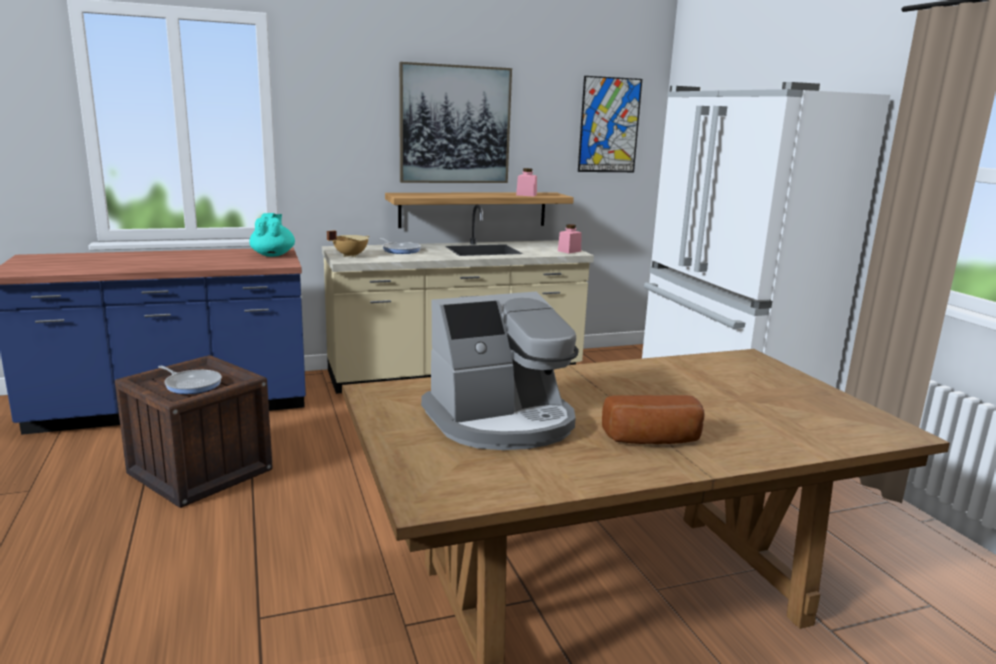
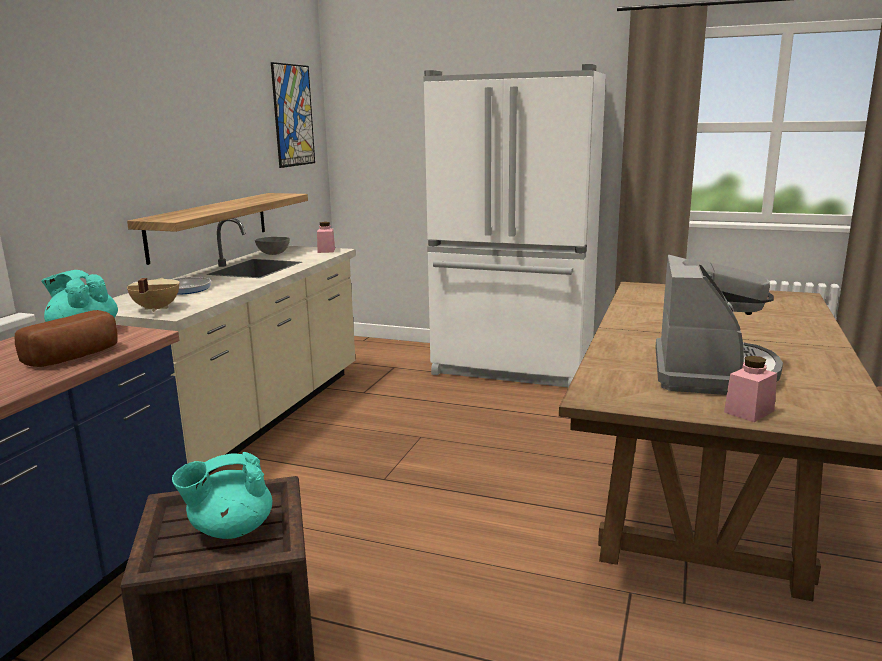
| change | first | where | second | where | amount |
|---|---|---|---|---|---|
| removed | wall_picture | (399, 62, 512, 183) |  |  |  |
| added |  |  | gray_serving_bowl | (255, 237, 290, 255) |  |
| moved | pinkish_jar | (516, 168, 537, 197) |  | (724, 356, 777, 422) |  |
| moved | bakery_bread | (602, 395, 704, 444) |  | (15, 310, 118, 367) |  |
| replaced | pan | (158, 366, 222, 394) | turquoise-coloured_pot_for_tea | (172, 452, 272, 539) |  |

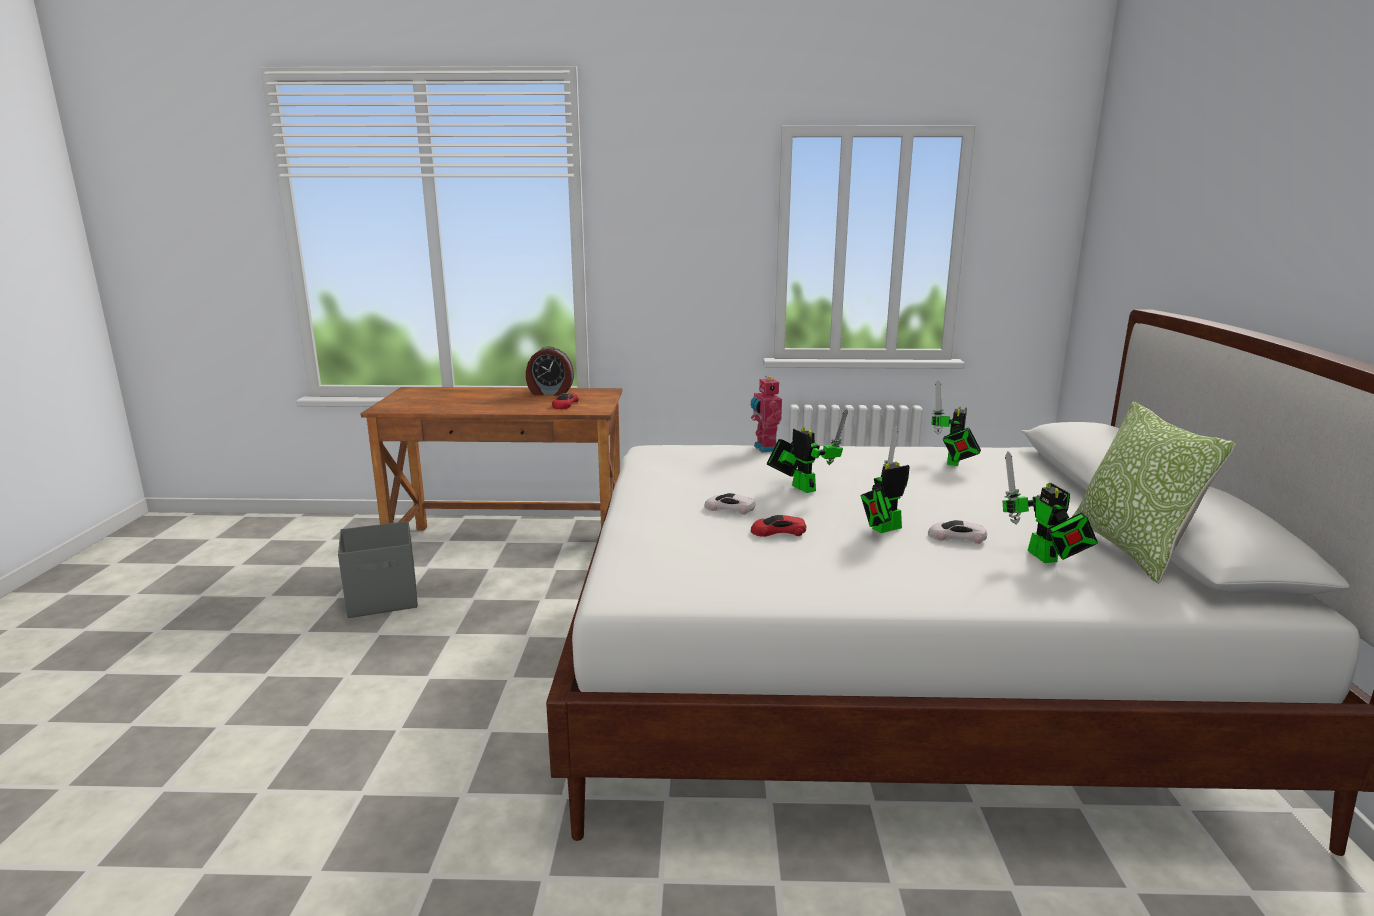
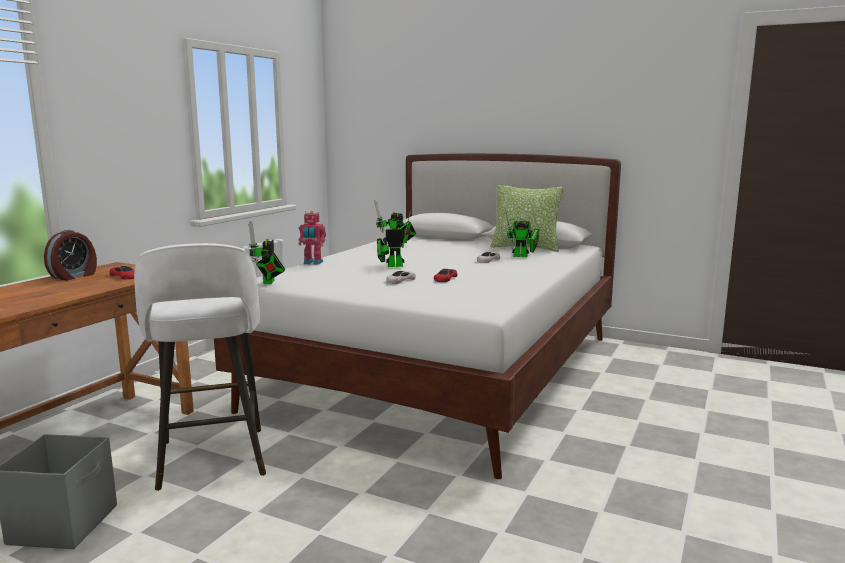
| change | first | where | second | where | amount |
|---|---|---|---|---|---|
| added |  |  | white_stool | (134, 243, 266, 491) |  |
| moved | robot_figure | (861, 425, 910, 533) |  | (248, 221, 285, 284) |  |

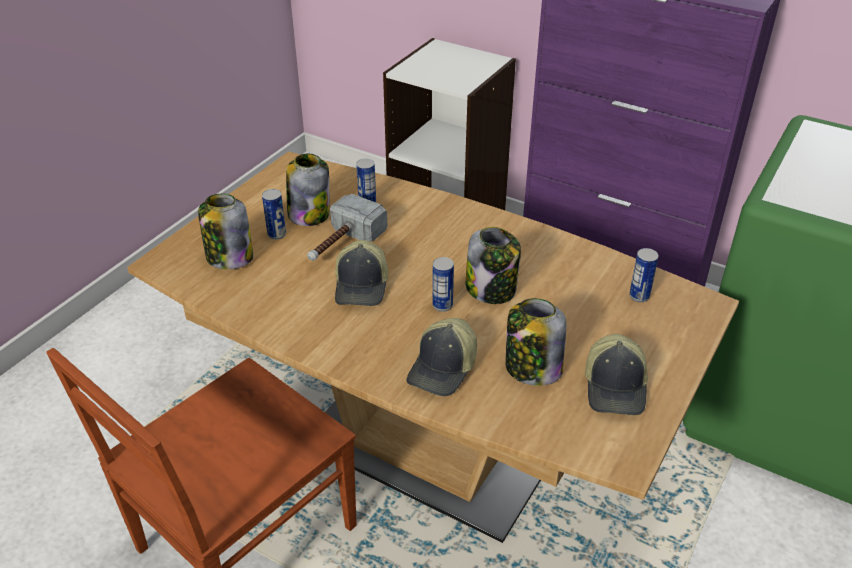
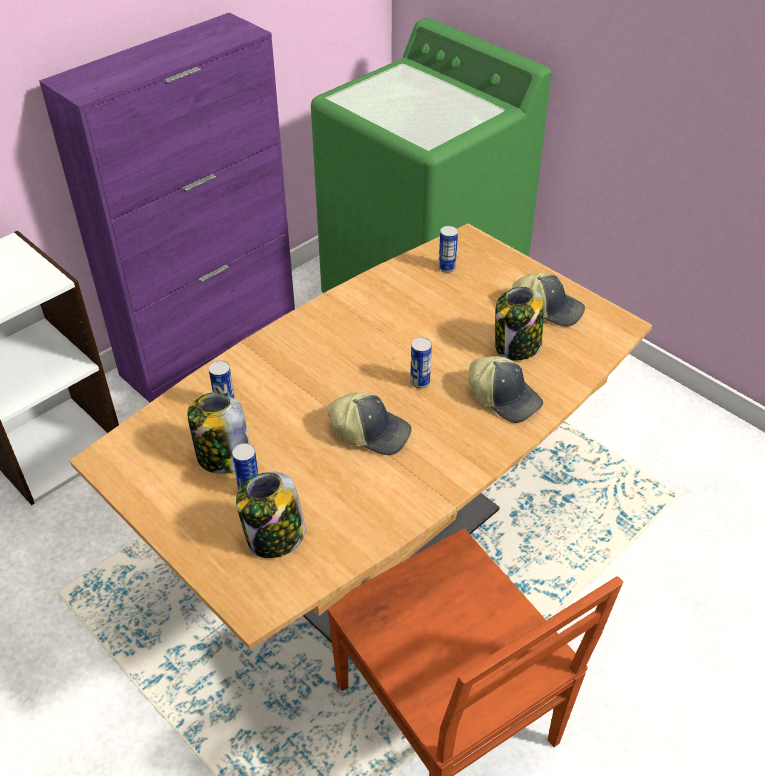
| change | first | where | second | where | amount |
|---|---|---|---|---|---|
| removed | hand_hammer | (307, 194, 388, 261) |  |  |  |
| removed | jar | (466, 227, 521, 304) |  |  |  |

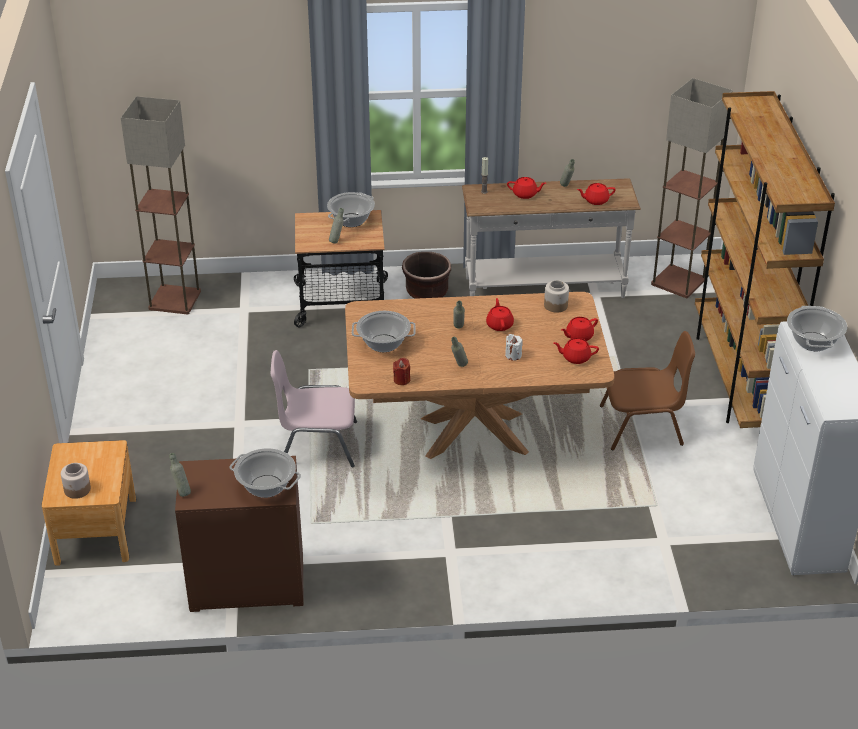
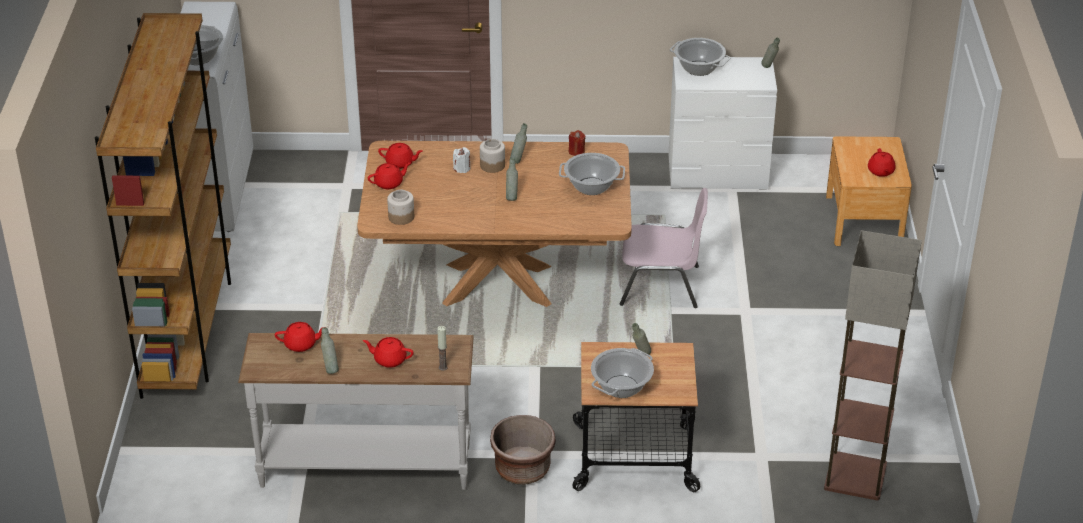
| change | first | where | second | where | amount |
|---|---|---|---|---|---|
| removed | brown-coloured_plain_chair | (600, 331, 695, 450) |  |  |  |
| removed | standing_lamp | (651, 78, 733, 298) |  |  |  |
| moved | jar | (61, 463, 91, 499) |  | (480, 139, 505, 173) |  |
| moved | red_pot_for_tea | (486, 298, 514, 331) |  | (868, 148, 895, 177) |  |
| recoloured | brown-coloured_drawer_chest | (175, 456, 304, 612) | white_drawer_chest | (669, 57, 777, 190) |  |

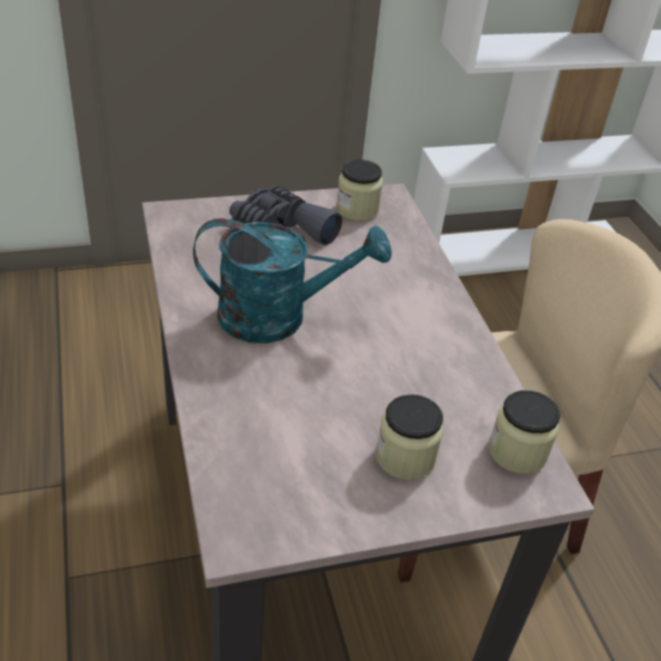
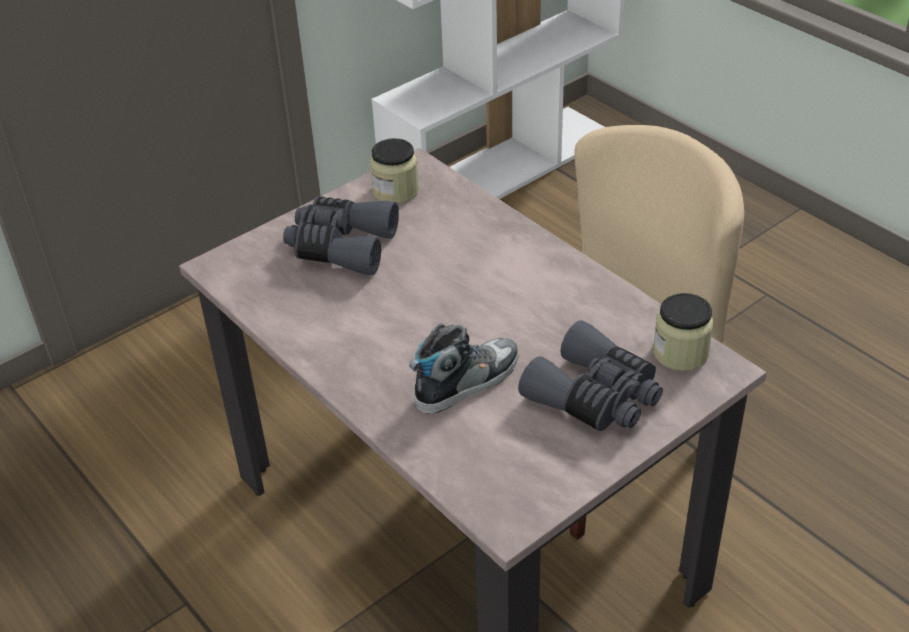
| change | first | where | second | where | amount |
|---|---|---|---|---|---|
| removed | turquoise-coloured_sprinkling_can | (193, 218, 392, 343) |  |  |  |
| added |  |  | shoe | (409, 323, 519, 414) |  |
| replaced | jar | (376, 394, 443, 480) | gray_pair_of_binoculars | (518, 320, 663, 431) |  |

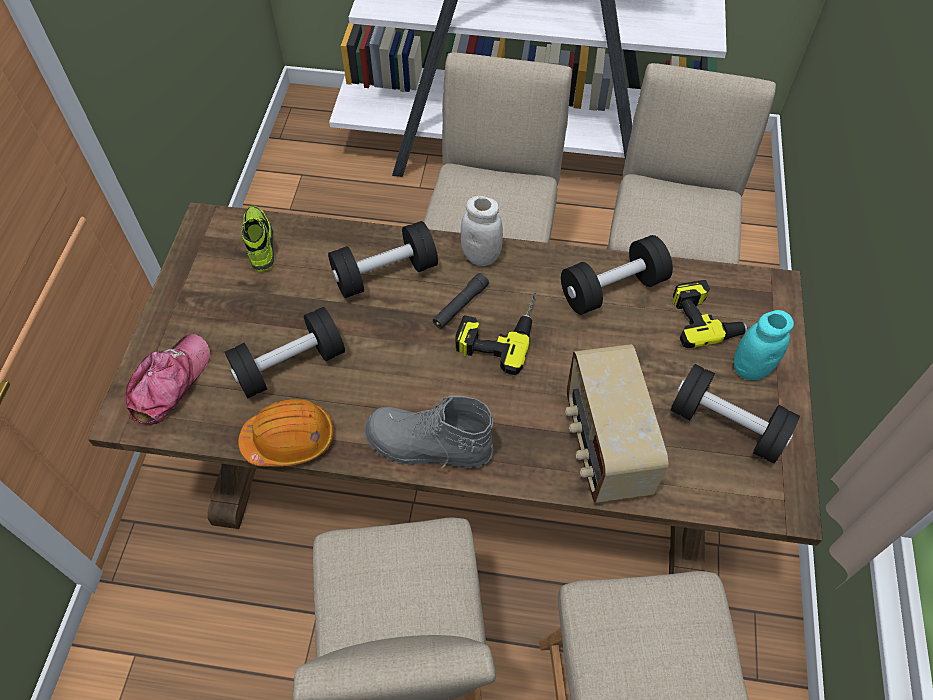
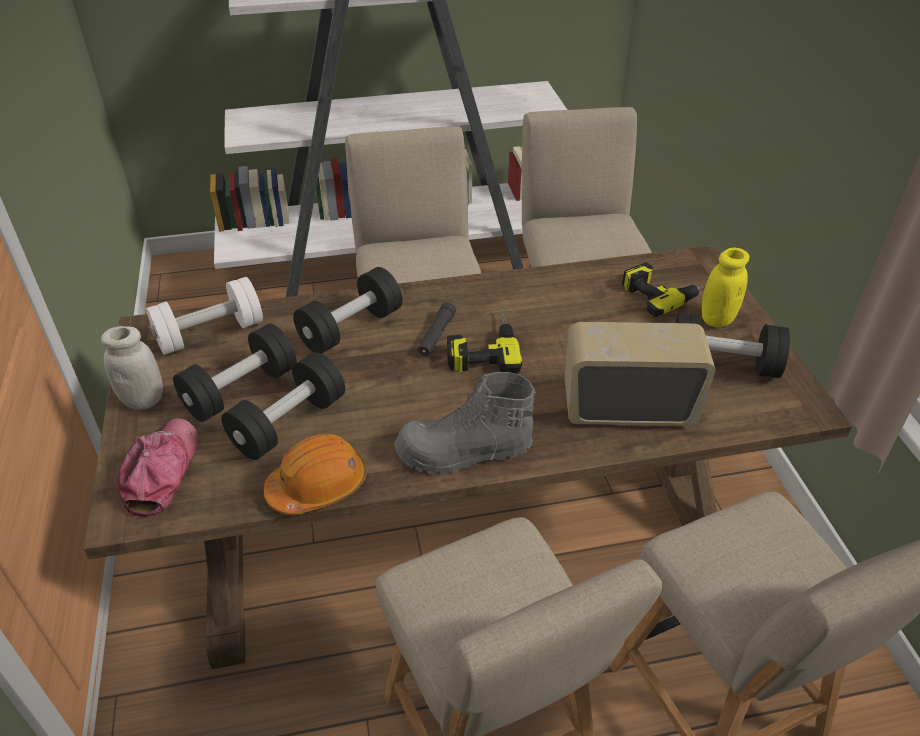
| change | first | where | second | where | amount |
|---|---|---|---|---|---|
| moved | white_jar | (461, 196, 503, 266) |  | (101, 326, 163, 409) |  |
| moved | black-coloured_free_weight | (561, 235, 673, 315) |  | (173, 323, 297, 422) |  |
| replaced | shoe | (242, 206, 274, 272) | white_free_weight | (146, 277, 263, 355) |  |
| recoloured | turquoise-coloured_jar | (734, 310, 794, 380) | yellow-coloured_jar | (702, 247, 750, 327) |  |
| turned | radio_receiver | (565, 344, 668, 503) |  | (565, 322, 716, 426) | 120 degrees clockwise |

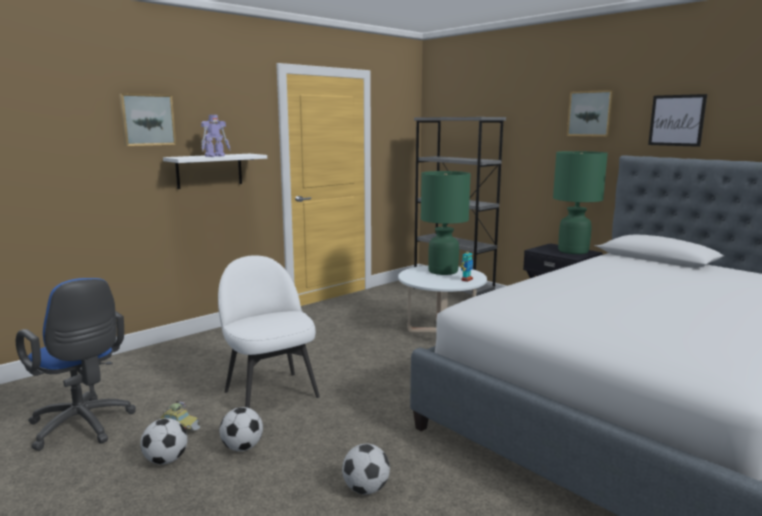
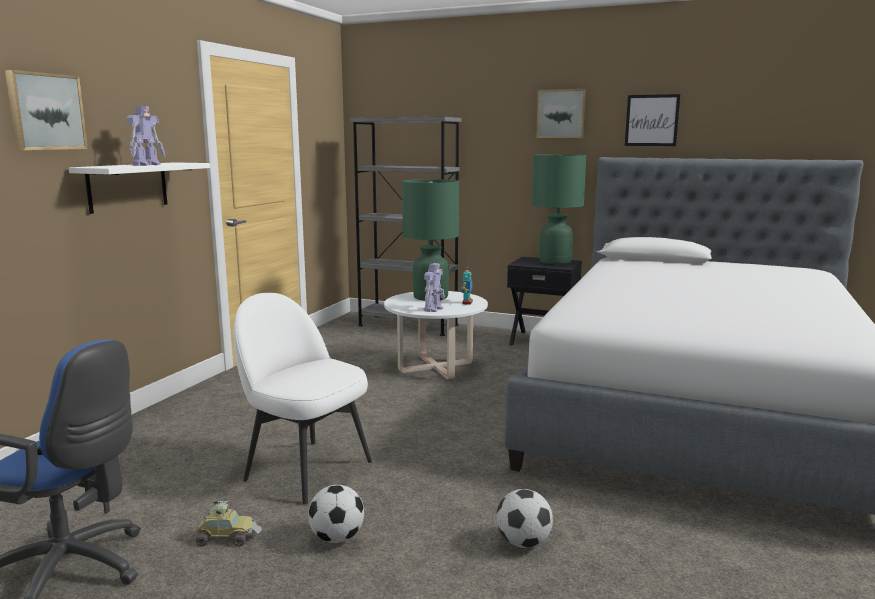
| change | first | where | second | where | amount |
|---|---|---|---|---|---|
| removed | football_ball | (140, 418, 188, 465) |  |  |  |
| added |  |  | robot_figure | (423, 263, 445, 312) |  |

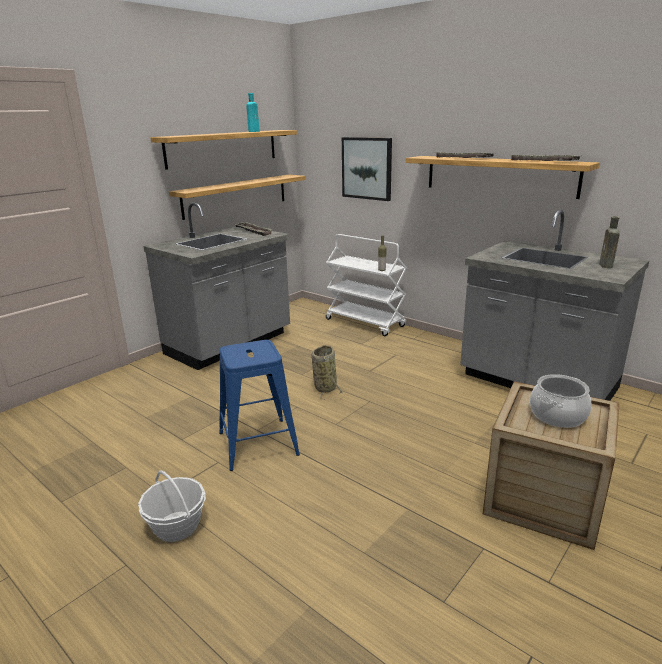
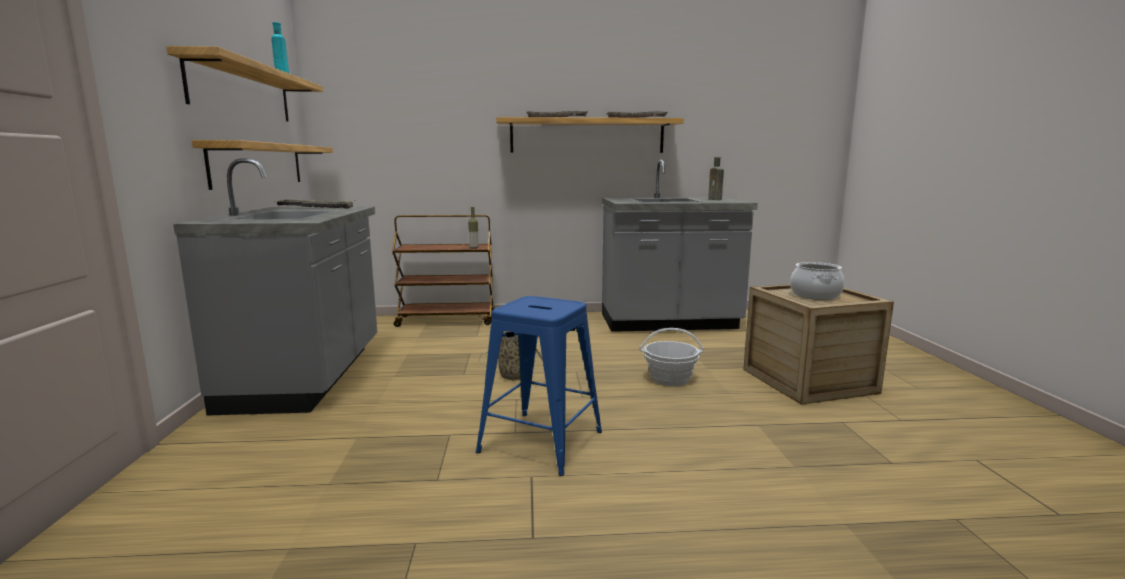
| change | first | where | second | where | amount |
|---|---|---|---|---|---|
| removed | wall_picture | (342, 137, 392, 201) |  |  |  |
| moved | storage_basket | (138, 471, 206, 542) |  | (639, 328, 704, 386) |  |
| recoloured | white_wheeled_cart | (326, 234, 407, 336) | brown-coloured_wheeled_cart | (392, 215, 494, 327) |  |

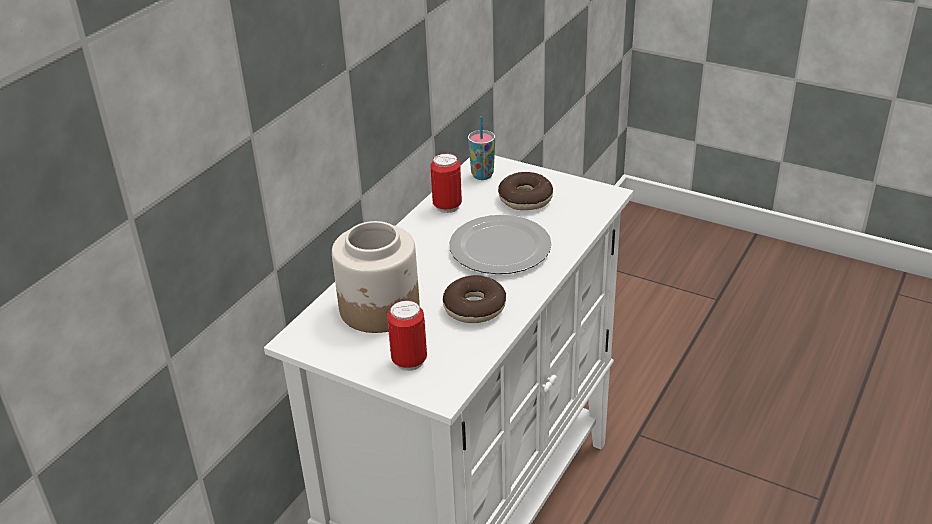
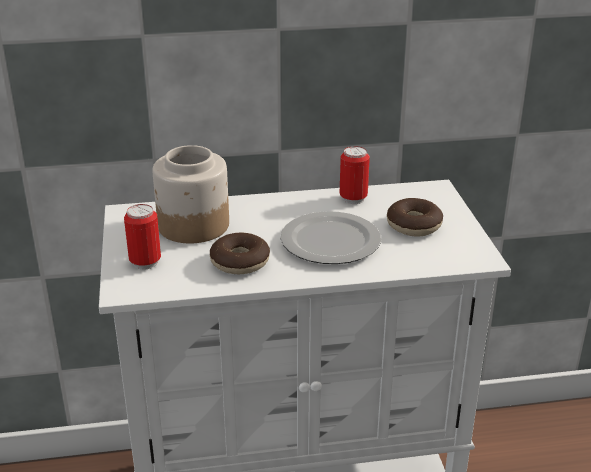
| change | first | where | second | where | amount |
|---|---|---|---|---|---|
| removed | drinking_cup | (468, 116, 495, 180) |  |  |  |

